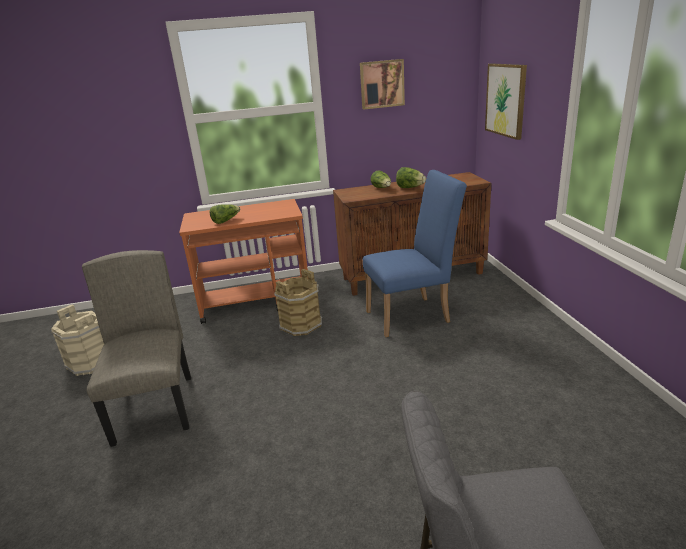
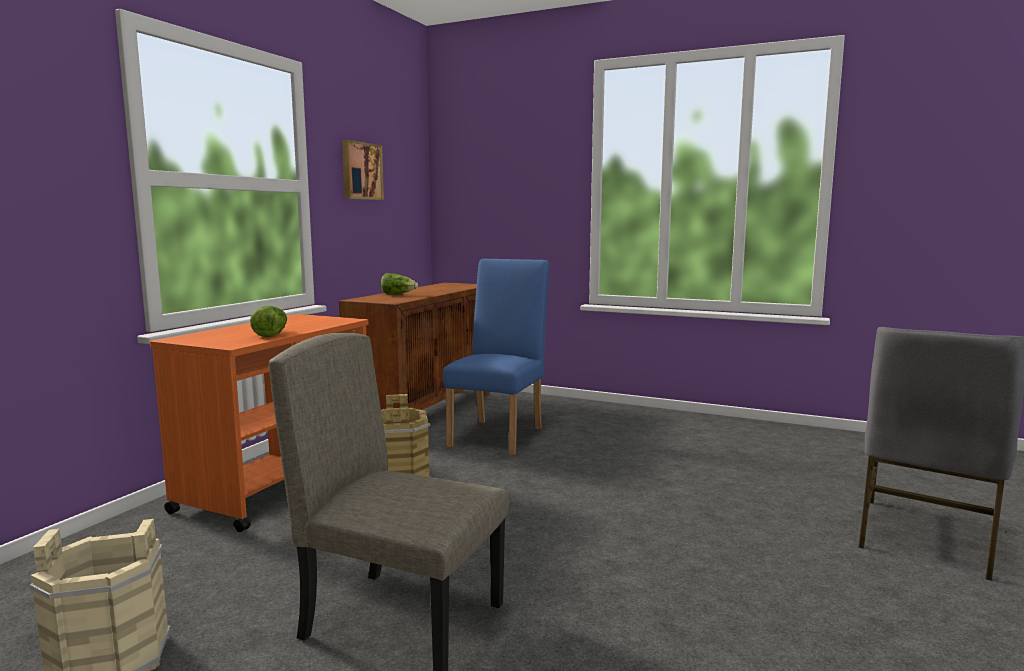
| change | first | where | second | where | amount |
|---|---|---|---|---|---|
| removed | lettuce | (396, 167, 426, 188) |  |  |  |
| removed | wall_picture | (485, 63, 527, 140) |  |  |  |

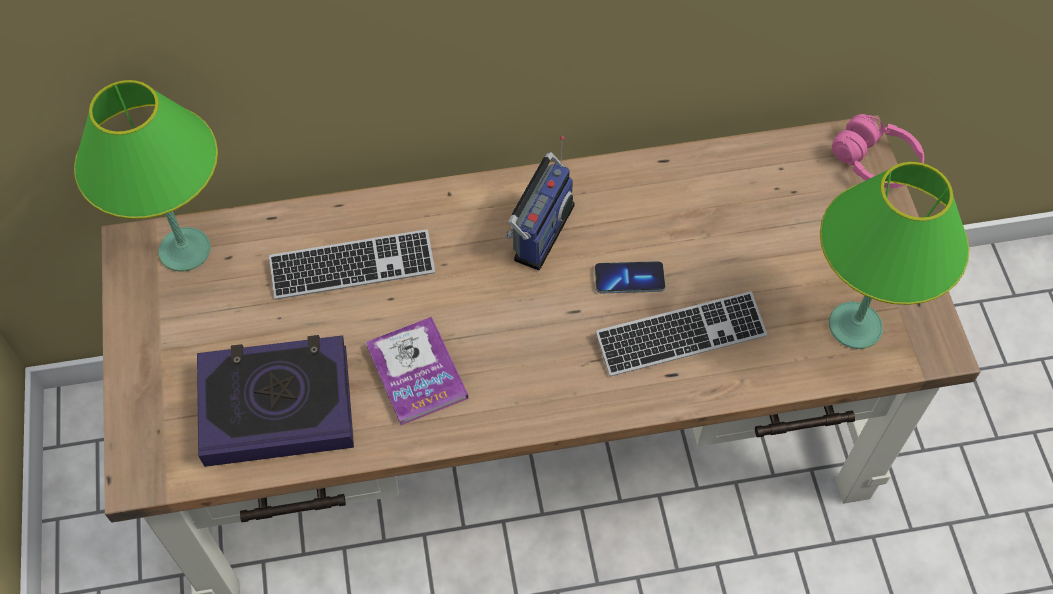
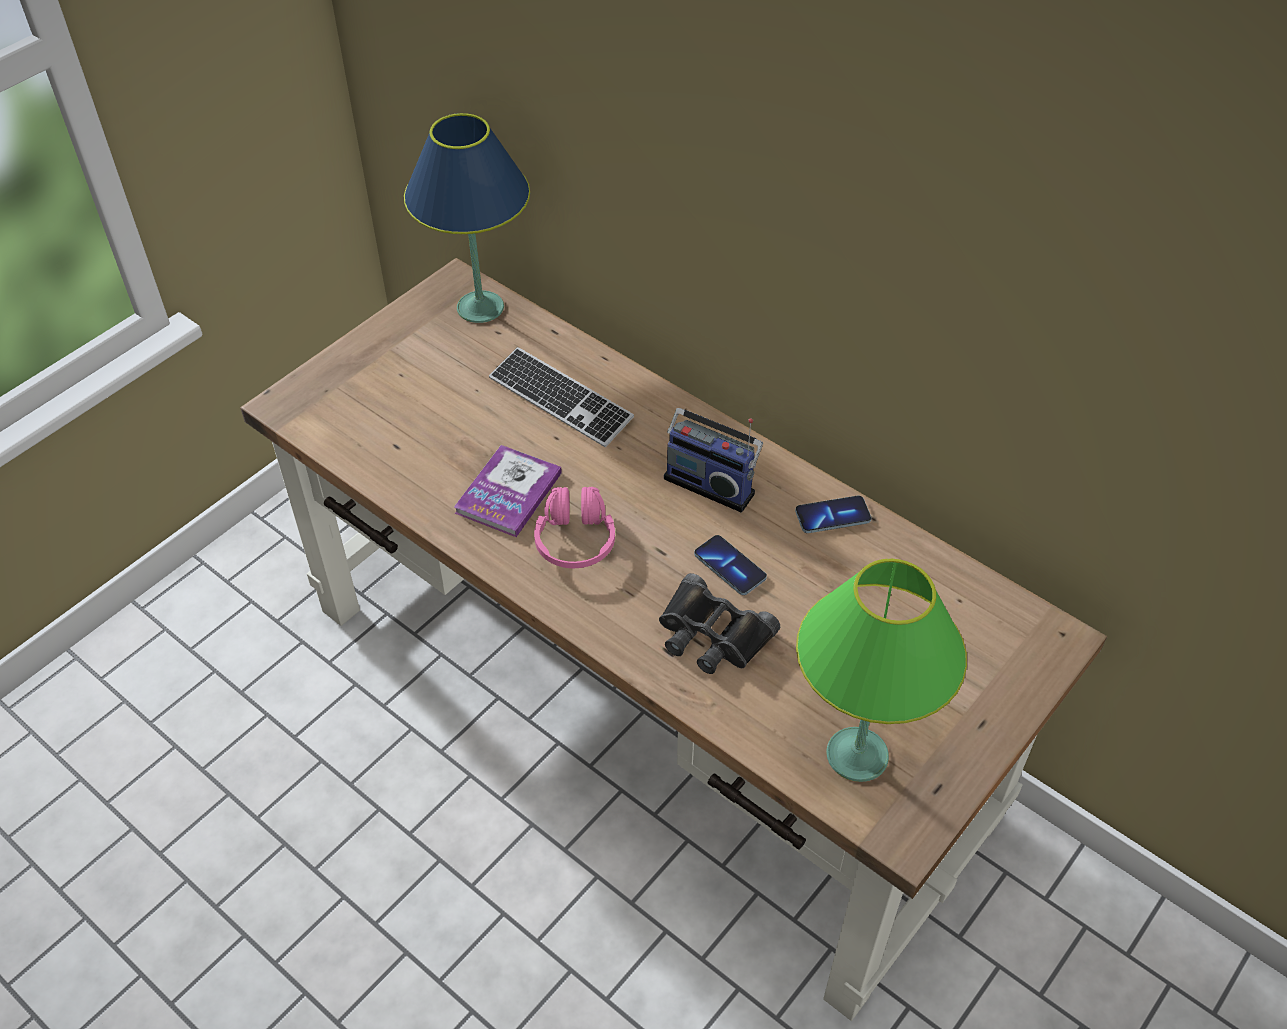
| change | first | where | second | where | amount |
|---|---|---|---|---|---|
| removed | bound_book | (197, 335, 354, 467) |  |  |  |
| added |  |  | telephone | (795, 495, 871, 533) |  |
| moved | pinkish_headphones | (832, 114, 924, 188) |  | (534, 487, 615, 568) |  |
| replaced | computer_keyboard | (596, 291, 767, 377) | black-coloured_pair_of_binoculars | (659, 573, 780, 674) |  |
| recoloured | green-coloured_tabletop_lamp | (74, 80, 218, 272) | blue_tabletop_lamp | (404, 113, 530, 323) |  |
| turned | radio_receiver | (506, 136, 575, 271) |  | (664, 408, 763, 513) | 45 degrees clockwise |

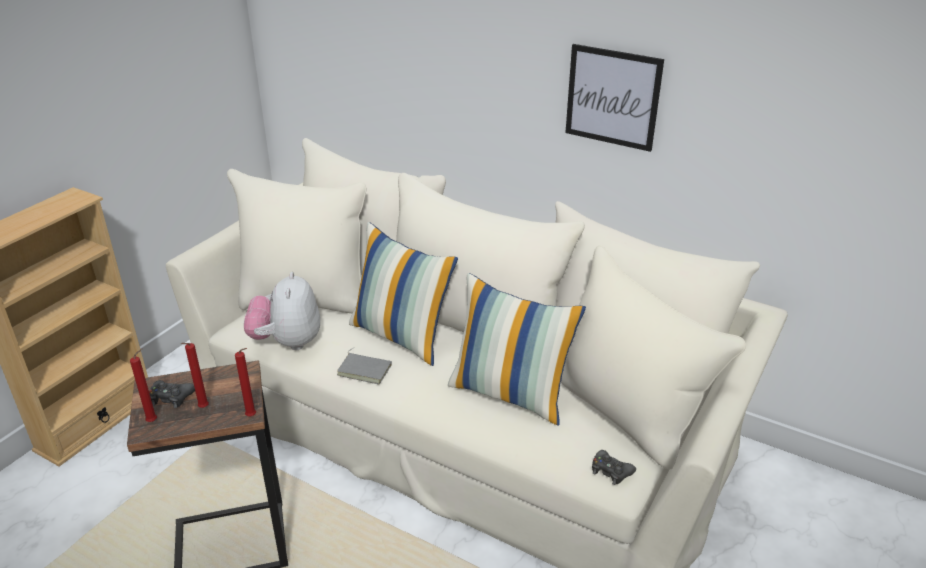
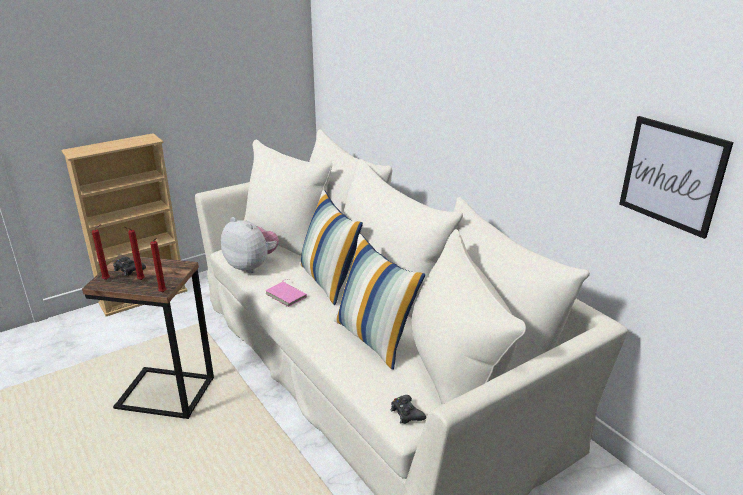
| change | first | where | second | where | amount |
|---|---|---|---|---|---|
| moved | wall_picture | (565, 44, 664, 152) |  | (619, 116, 733, 239) |  |
| recoloured | gray_bound_book | (337, 347, 392, 384) | pinkish_bound_book | (266, 279, 307, 307) |  |
| turned | soft_toy | (244, 272, 320, 350) |  | (221, 217, 279, 273) | 105 degrees clockwise |

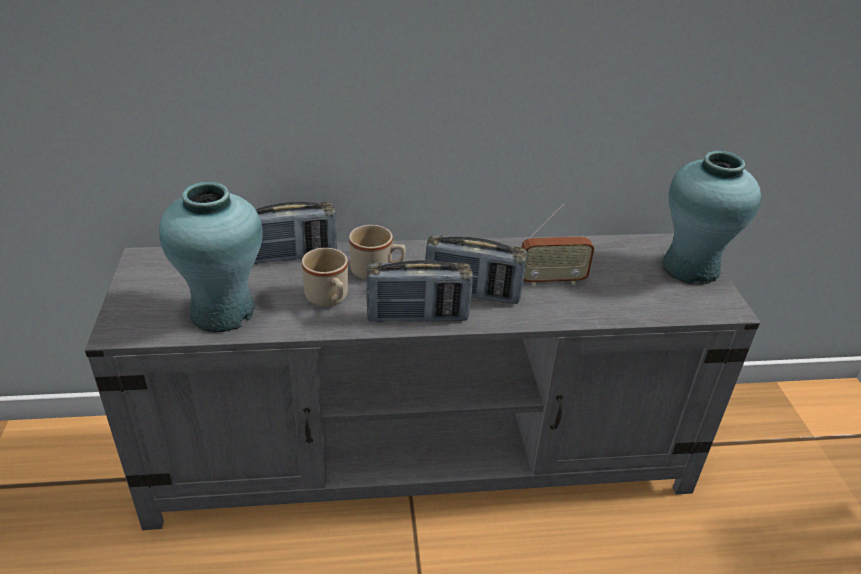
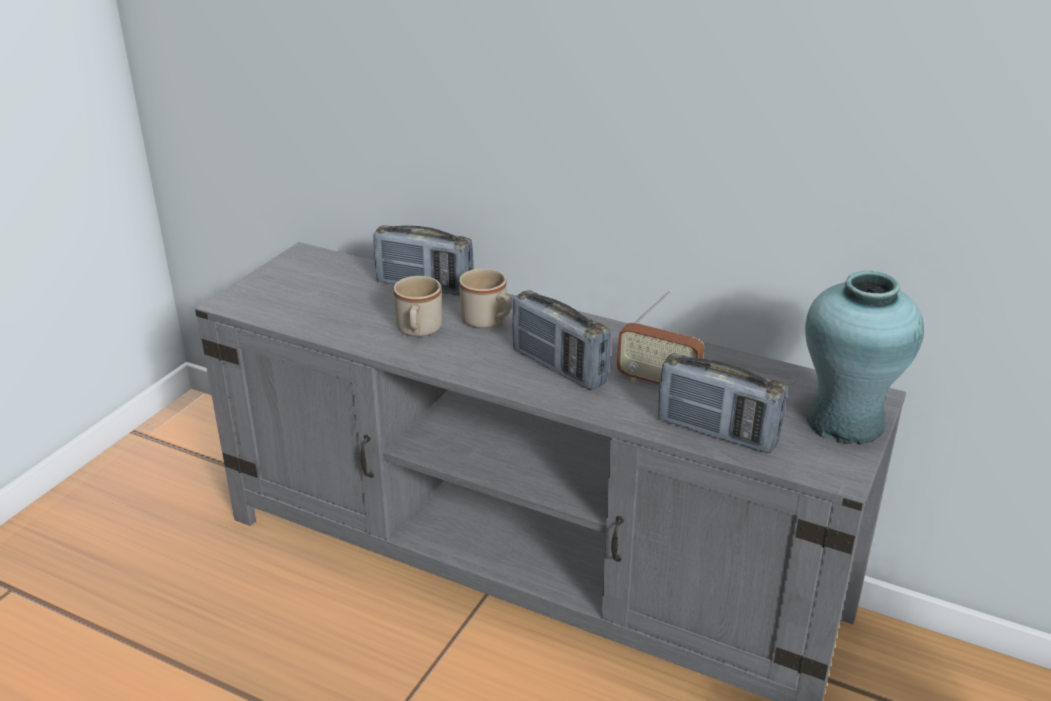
| change | first | where | second | where | amount |
|---|---|---|---|---|---|
| removed | turquoise-coloured_flower_vase | (159, 182, 263, 332) |  |  |  |
| moved | radio_receiver | (366, 260, 473, 322) |  | (658, 353, 787, 453) |  |

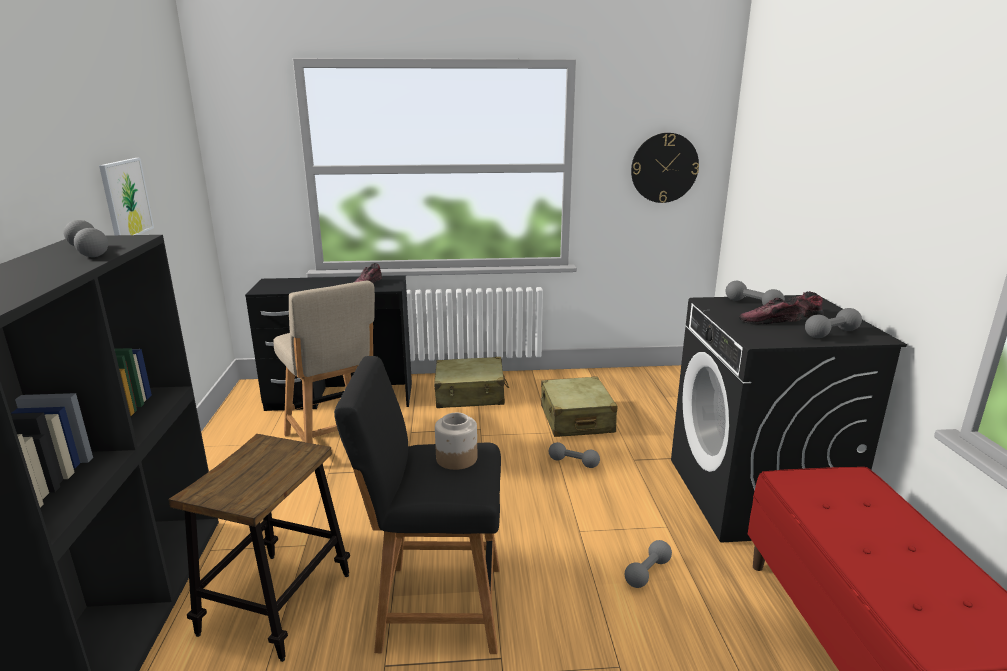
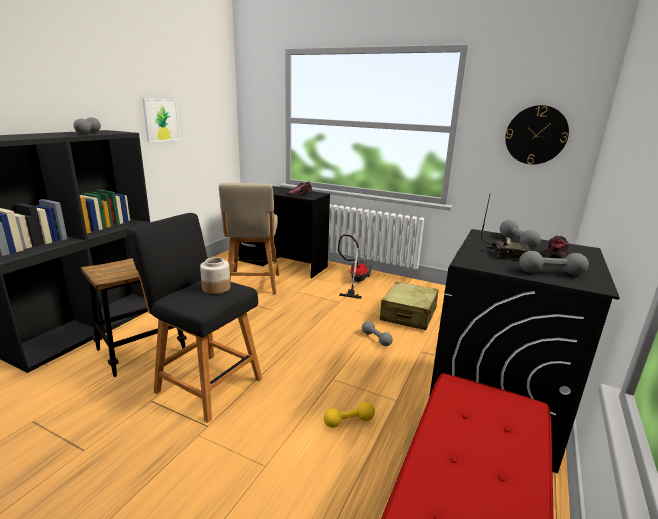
| change | first | where | second | where | amount |
|---|---|---|---|---|---|
| replaced | beige_travel_case | (434, 357, 509, 408) | vacuum | (338, 234, 372, 299) |  |
| replaced | shoe | (739, 297, 802, 325) | radio_receiver | (481, 195, 532, 259) |  |
| recoloured | gray_free_weight | (625, 540, 672, 588) | yellow-coloured_free_weight | (324, 402, 375, 428) |  |

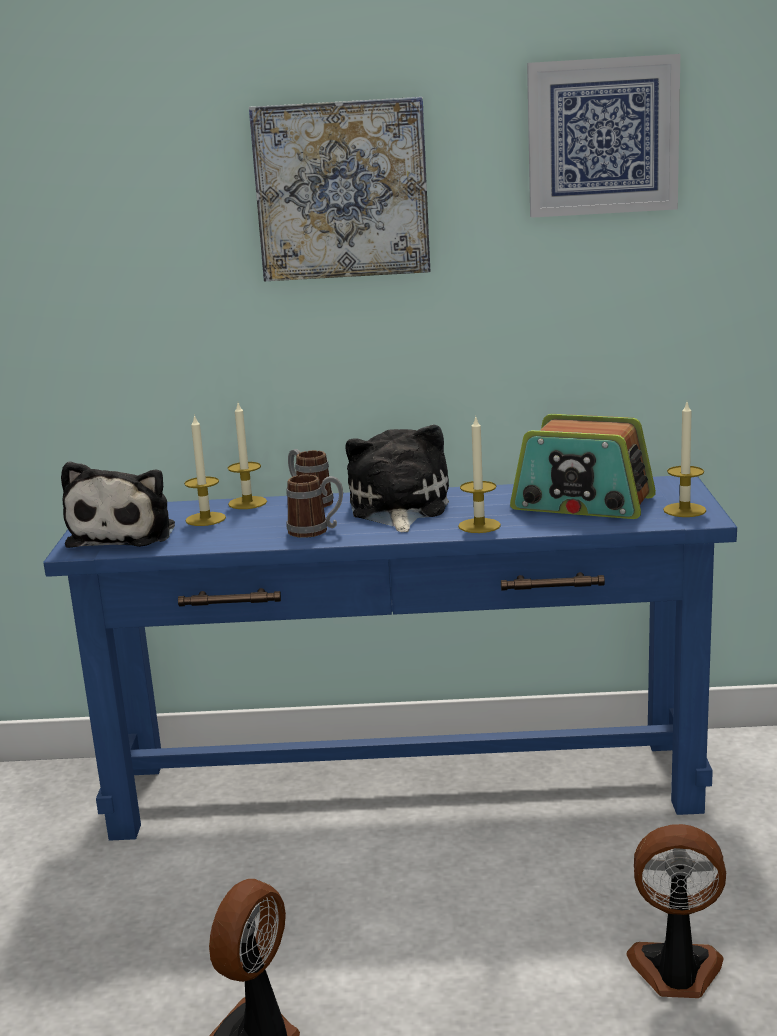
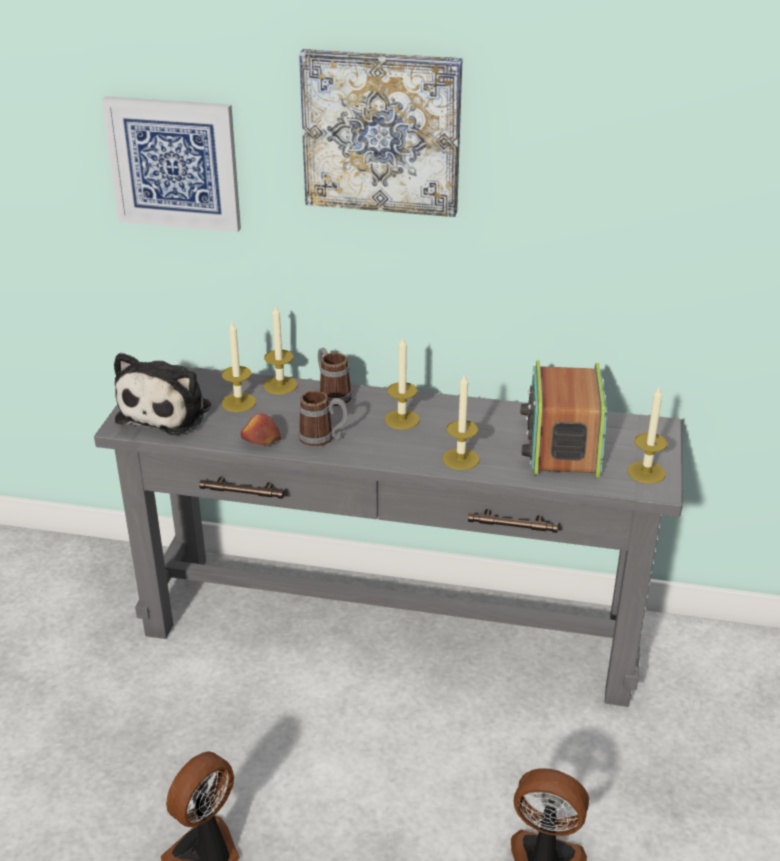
| change | first | where | second | where | amount |
|---|---|---|---|---|---|
| added |  |  | whole_apple | (240, 413, 281, 445) |  |
| moved | wall_picture | (527, 54, 680, 218) |  | (102, 96, 241, 232) |  |
| replaced | soft_toy | (346, 425, 449, 532) | wax_candle | (385, 336, 420, 429) |  |
| recoloured | blue_hall_table | (43, 476, 737, 841) | gray_hall_table | (94, 365, 683, 707) |  |
| turned | radio_receiver | (510, 414, 656, 519) |  | (521, 361, 607, 478) | 60 degrees clockwise |

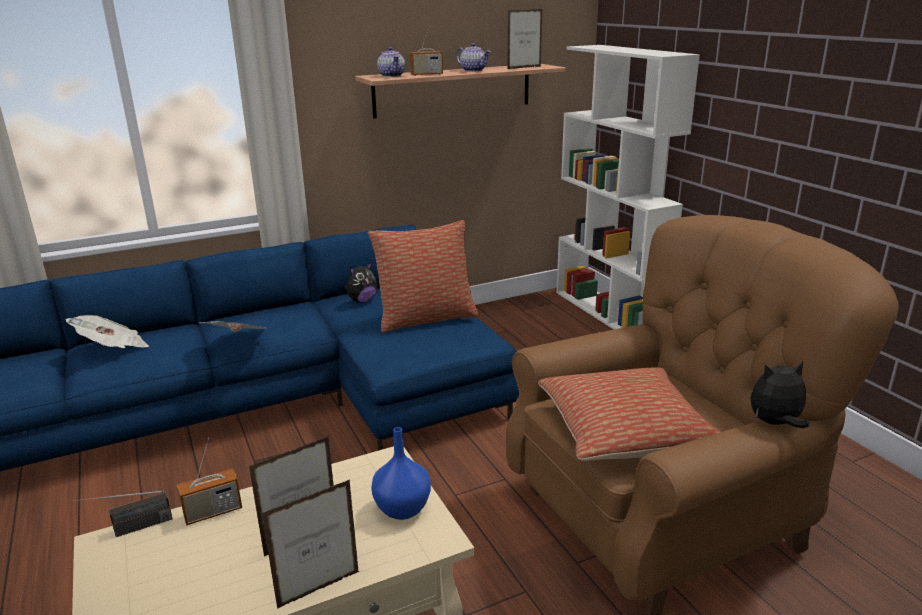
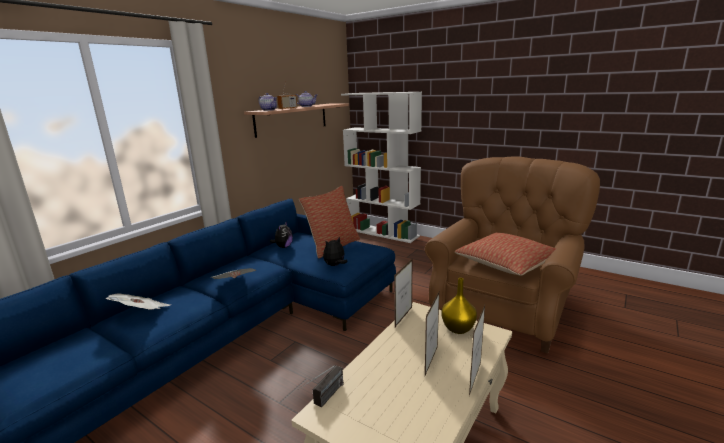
| change | first | where | second | where | amount |
|---|---|---|---|---|---|
| removed | radio_receiver | (177, 437, 242, 525) |  |  |  |
| moved | photo_frame | (507, 9, 542, 69) |  | (394, 258, 413, 327) |  |
| moved | soft_toy | (750, 361, 809, 428) |  | (323, 236, 348, 266) |  |
| recoloured | blue_flower_vase | (371, 427, 431, 520) | yellow-coloured_flower_vase | (441, 278, 477, 334) |  |

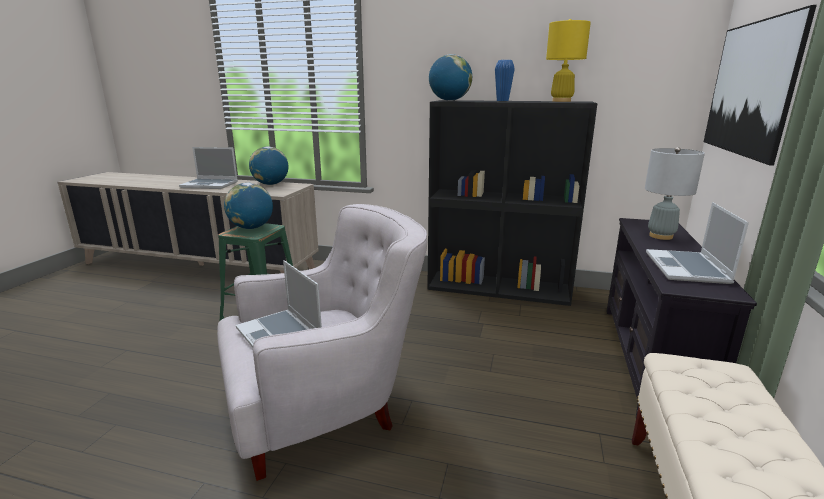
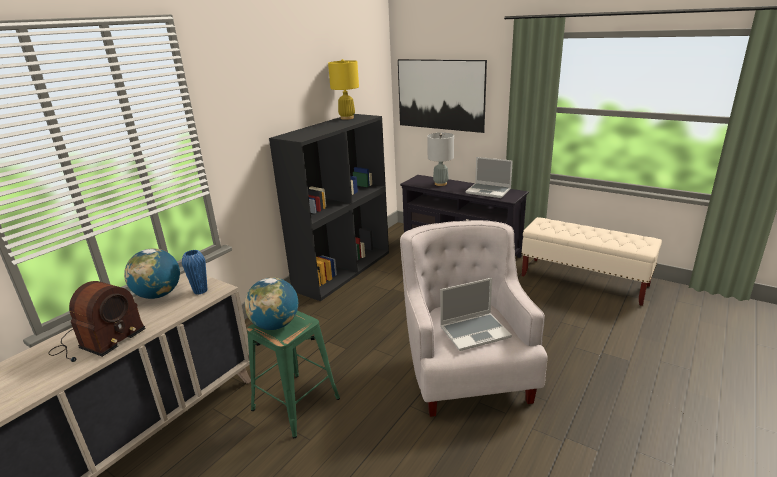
| change | first | where | second | where | amount |
|---|---|---|---|---|---|
| removed | globe | (429, 54, 472, 101) |  |  |  |
| moved | blue_flower_vase | (495, 60, 515, 101) |  | (182, 250, 208, 295) |  |
| replaced | laptop | (179, 147, 238, 189) | radio_receiver | (49, 281, 146, 362) |  |

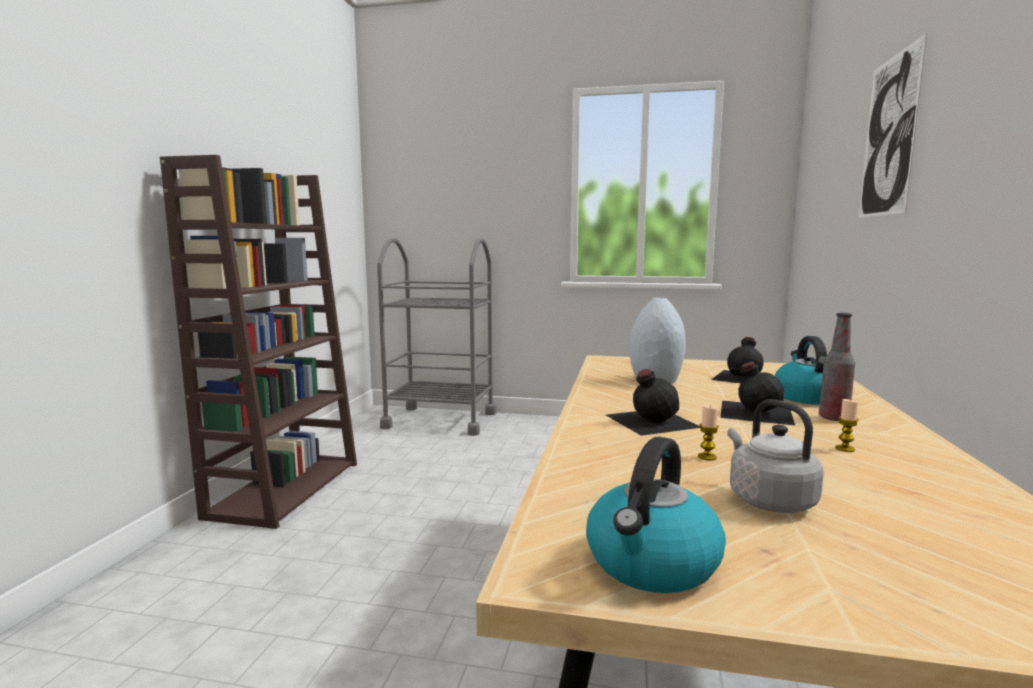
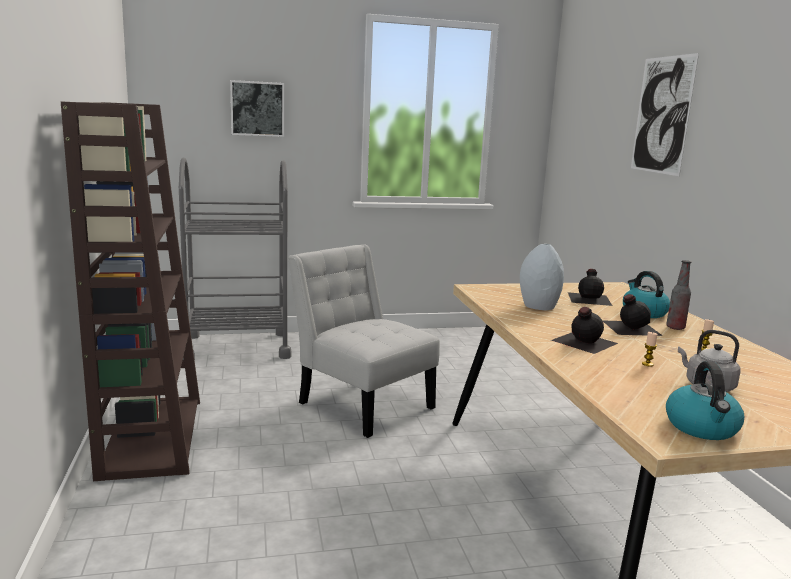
| change | first | where | second | where | amount |
|---|---|---|---|---|---|
| added |  |  | wall_picture | (230, 80, 284, 137) |  |
| added |  |  | white_plain_chair | (288, 244, 440, 438) |  |

